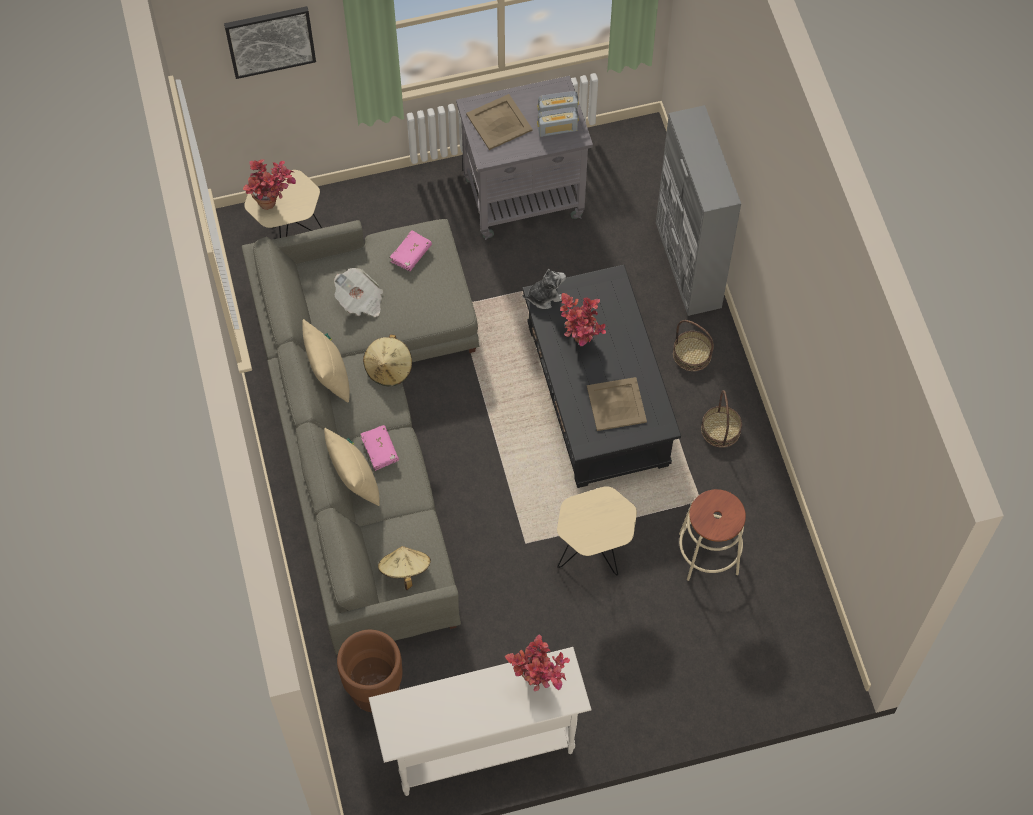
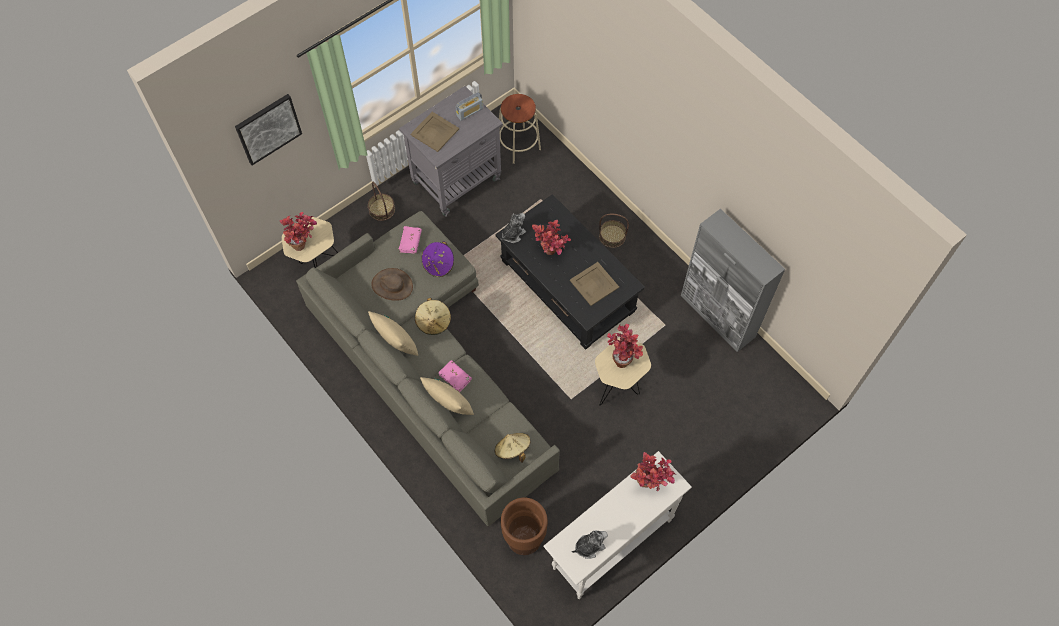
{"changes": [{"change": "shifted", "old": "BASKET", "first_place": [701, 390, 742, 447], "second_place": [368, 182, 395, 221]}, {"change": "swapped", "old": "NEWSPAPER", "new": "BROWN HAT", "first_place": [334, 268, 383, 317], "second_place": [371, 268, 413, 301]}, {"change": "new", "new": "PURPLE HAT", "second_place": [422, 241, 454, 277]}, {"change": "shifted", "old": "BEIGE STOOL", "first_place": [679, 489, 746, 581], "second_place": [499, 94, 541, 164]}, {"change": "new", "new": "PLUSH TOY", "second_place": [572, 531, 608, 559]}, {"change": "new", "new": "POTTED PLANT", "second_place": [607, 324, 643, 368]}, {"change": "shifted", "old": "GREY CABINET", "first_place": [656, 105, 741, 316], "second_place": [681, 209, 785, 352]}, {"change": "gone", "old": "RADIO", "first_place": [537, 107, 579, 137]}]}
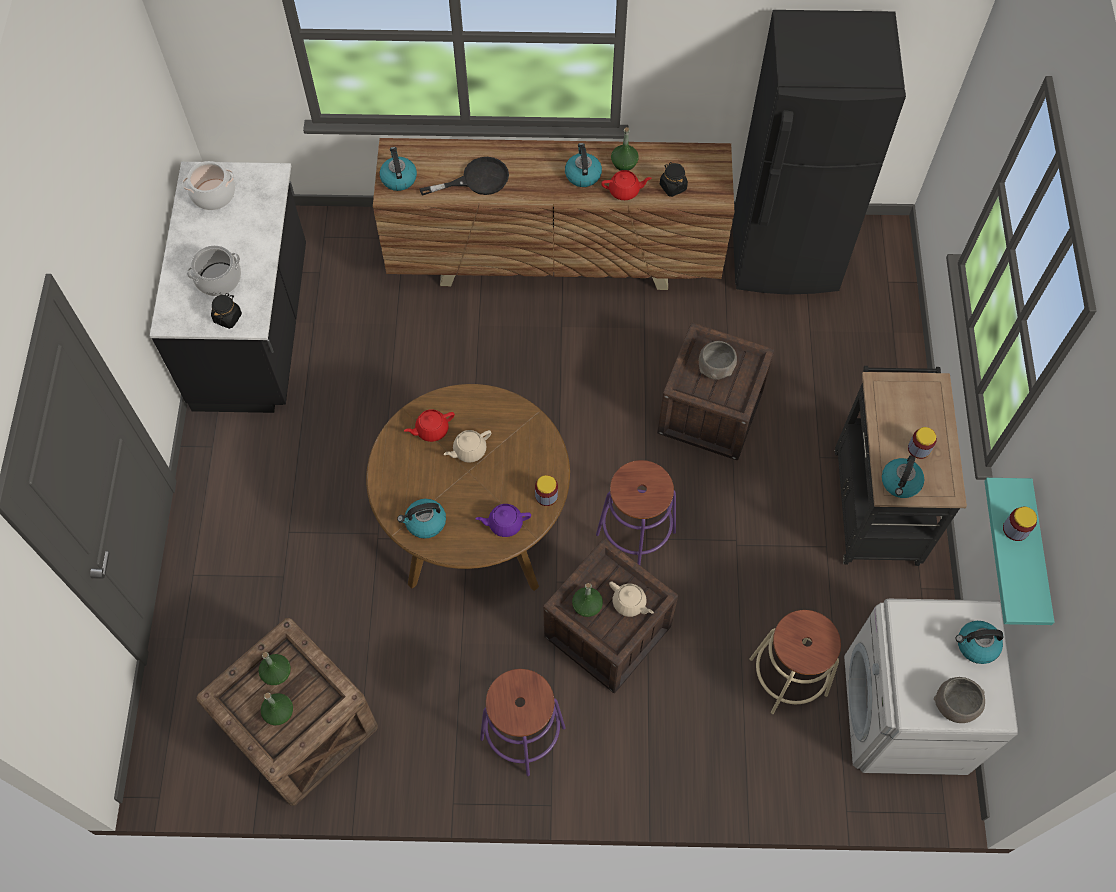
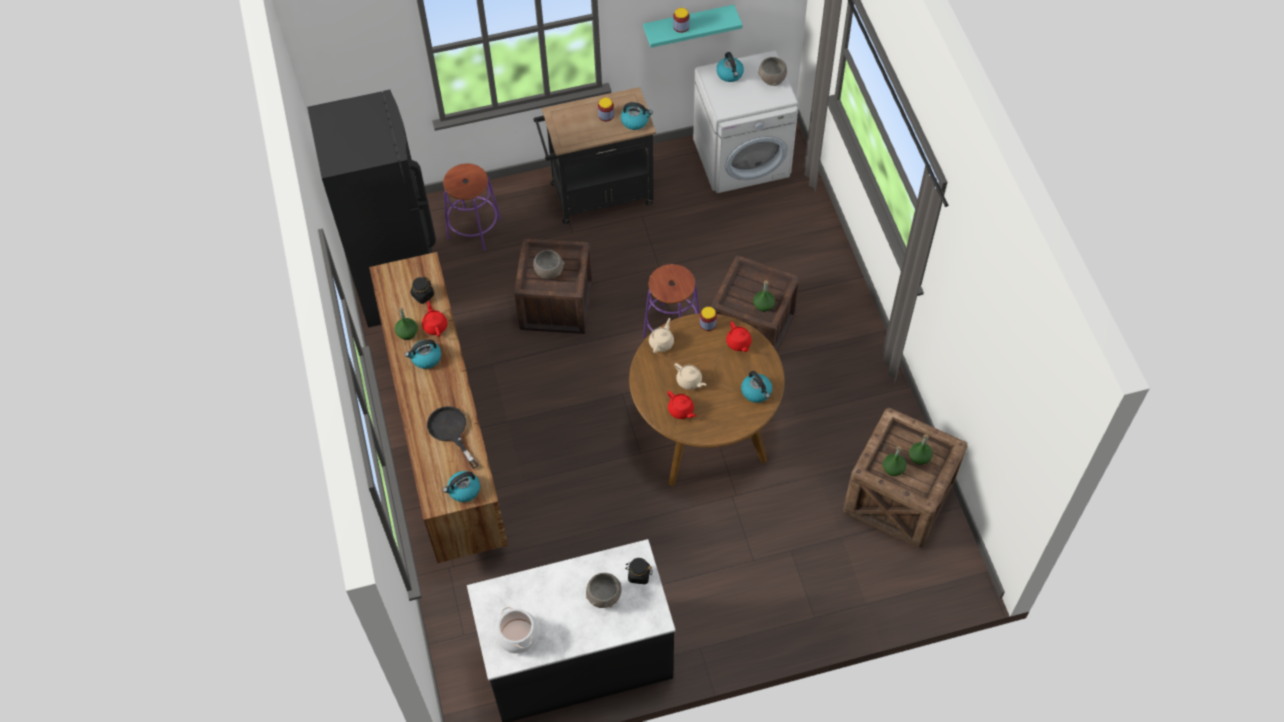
{"changes": [{"change": "shifted", "old": "PURPLE STOOL", "first_place": [480, 669, 566, 776], "second_place": [443, 163, 501, 251]}, {"change": "swapped", "old": "COOKING POT", "new": "GREY BOWL", "first_place": [187, 245, 241, 296], "second_place": [586, 573, 621, 608]}, {"change": "shifted", "old": "BEIGE TEAPOT", "first_place": [609, 581, 654, 617], "second_place": [649, 318, 674, 353]}, {"change": "repainted", "old": "PURPLE TEAPOT", "new": "RED TEAPOT", "first_place": [475, 504, 531, 537], "second_place": [726, 321, 752, 352]}, {"change": "gone", "old": "BEIGE STOOL", "first_place": [749, 610, 841, 714]}]}
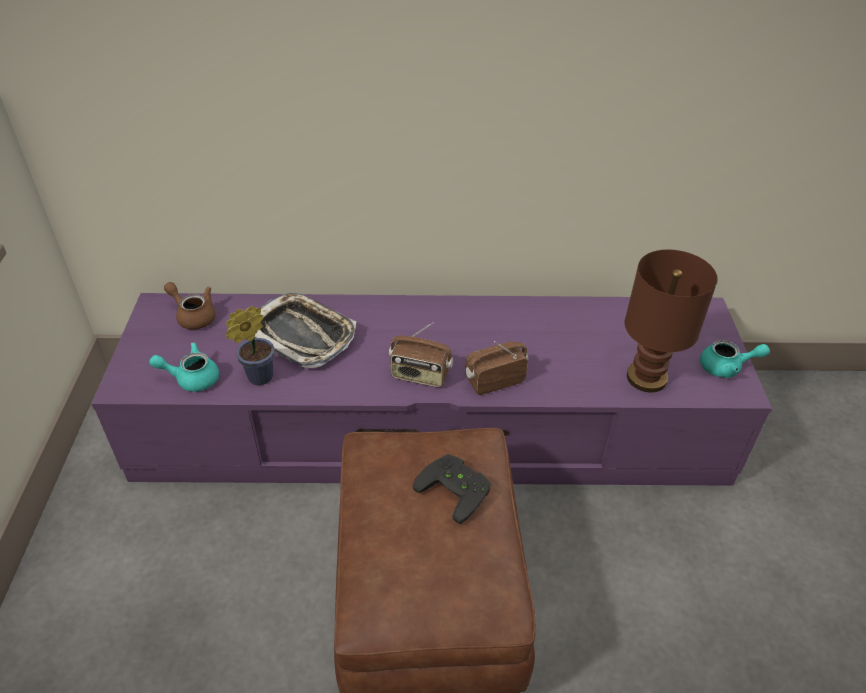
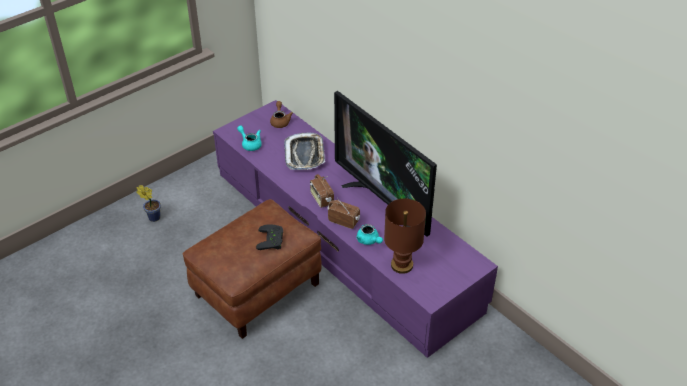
{"changes": [{"change": "shifted", "old": "POTTED PLANT", "first_place": [226, 306, 275, 385], "second_place": [136, 185, 161, 222]}, {"change": "new", "new": "TELEVISION", "second_place": [334, 91, 437, 237]}, {"change": "shifted", "old": "TURQUOISE TEAPOT", "first_place": [700, 340, 770, 378], "second_place": [356, 224, 383, 245]}]}
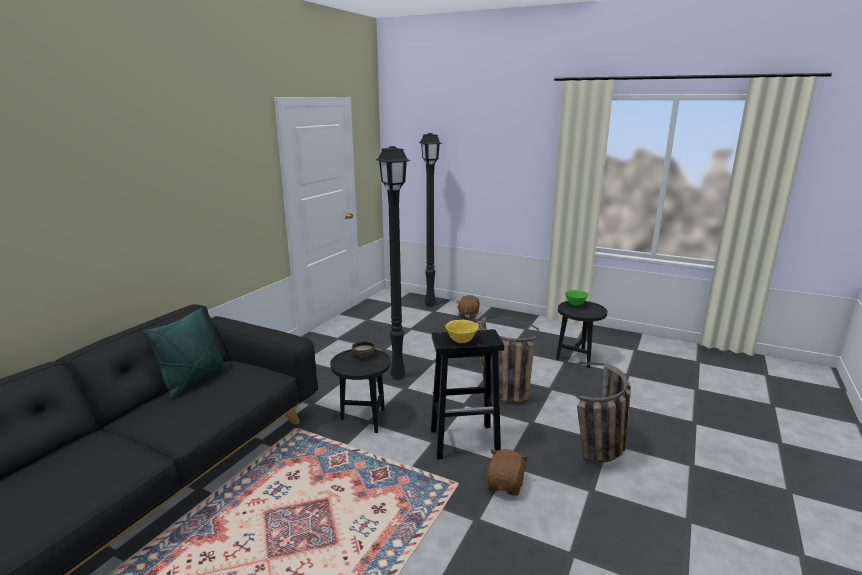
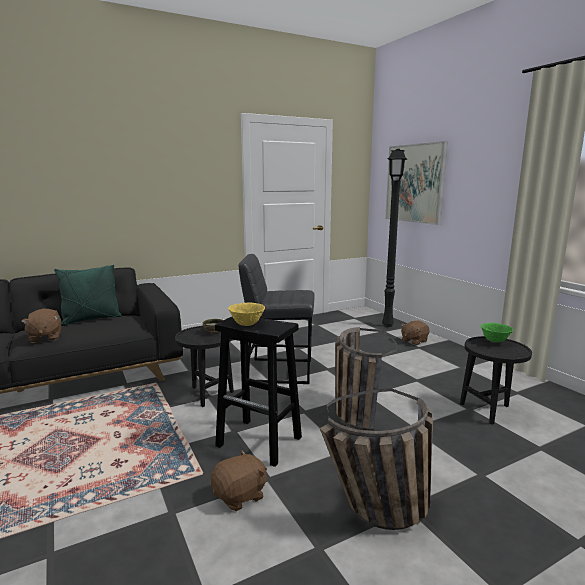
{"changes": [{"change": "new", "new": "BROWN PLUSH TOY", "second_place": [21, 309, 61, 343]}, {"change": "swapped", "old": "BLACK FLOOR LAMP", "new": "GREY STOOL", "first_place": [376, 146, 410, 380], "second_place": [239, 254, 315, 384]}, {"change": "new", "new": "PICTURE", "second_place": [385, 141, 448, 225]}]}
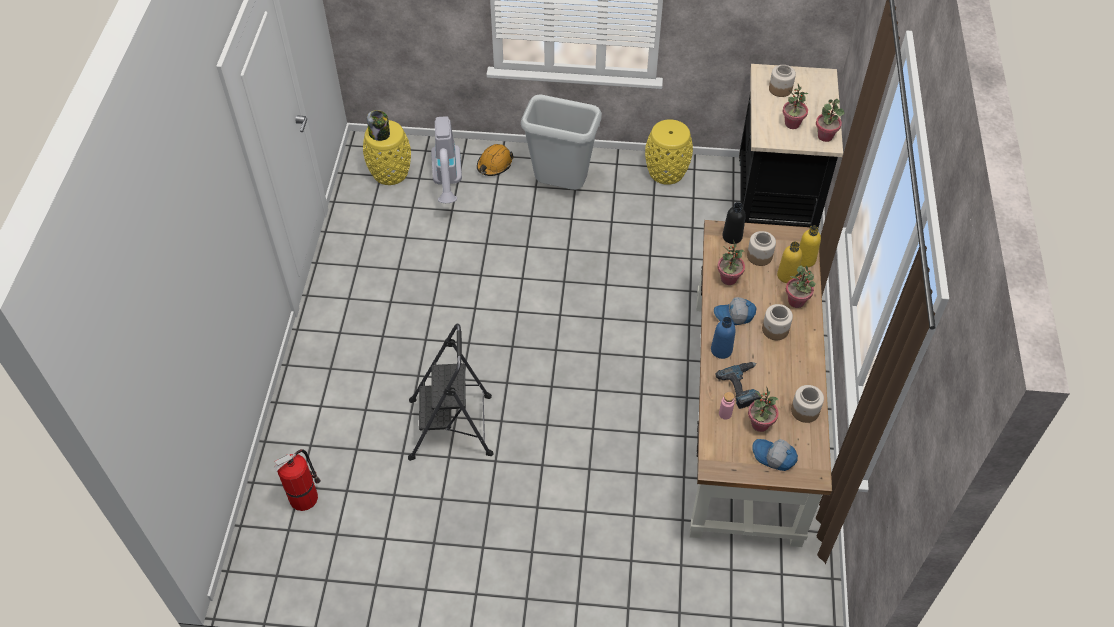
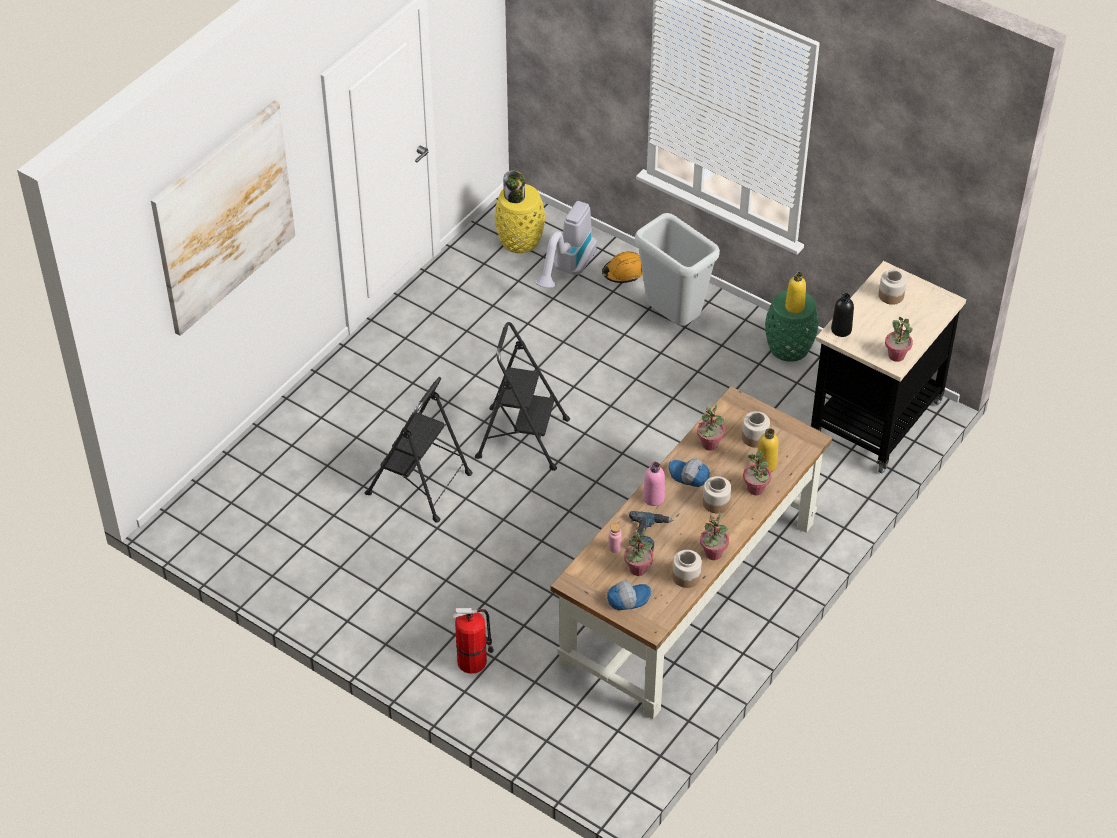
{"changes": [{"change": "new", "new": "PICTURE", "second_place": [151, 101, 295, 336]}, {"change": "shifted", "old": "FIRE EXTINGUISHER", "first_place": [274, 449, 321, 511], "second_place": [453, 608, 494, 674]}, {"change": "new", "new": "BLACK STEP LADDER", "second_place": [475, 322, 570, 471]}, {"change": "rotated", "old": "CAP", "first_place": [752, 439, 798, 471], "second_place": [607, 580, 651, 610], "degrees": 105}, {"change": "repainted", "old": "BLUE BOTTLE", "new": "PINK BOTTLE", "first_place": [711, 317, 736, 359], "second_place": [643, 462, 665, 506]}, {"change": "shifted", "old": "POTTED PLANT", "first_place": [783, 84, 808, 129], "second_place": [700, 512, 729, 560]}, {"change": "repainted", "old": "YELLOW STOOL", "new": "GREEN STOOL", "first_place": [645, 119, 693, 185], "second_place": [765, 290, 819, 362]}, {"change": "shifted", "old": "YELLOW BOTTLE", "first_place": [799, 225, 821, 267], "second_place": [785, 272, 806, 313]}, {"change": "shifted", "old": "BLACK BOTTLE", "first_place": [722, 202, 746, 244], "second_place": [831, 293, 854, 337]}]}
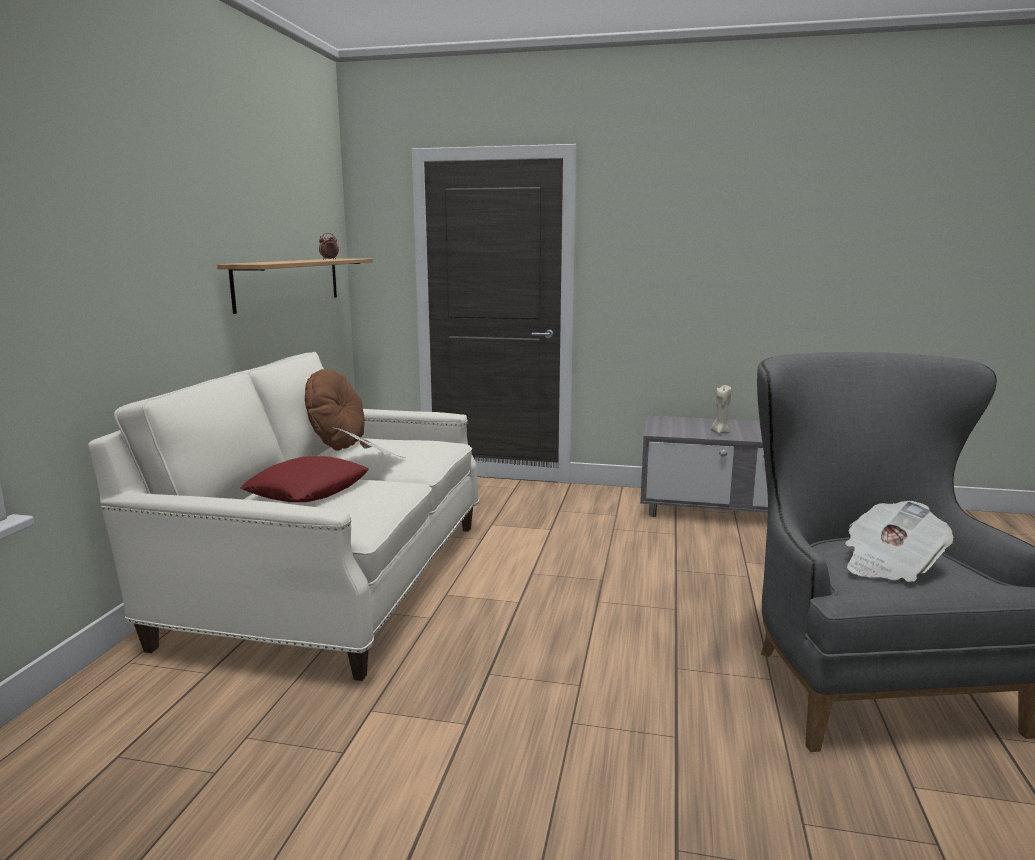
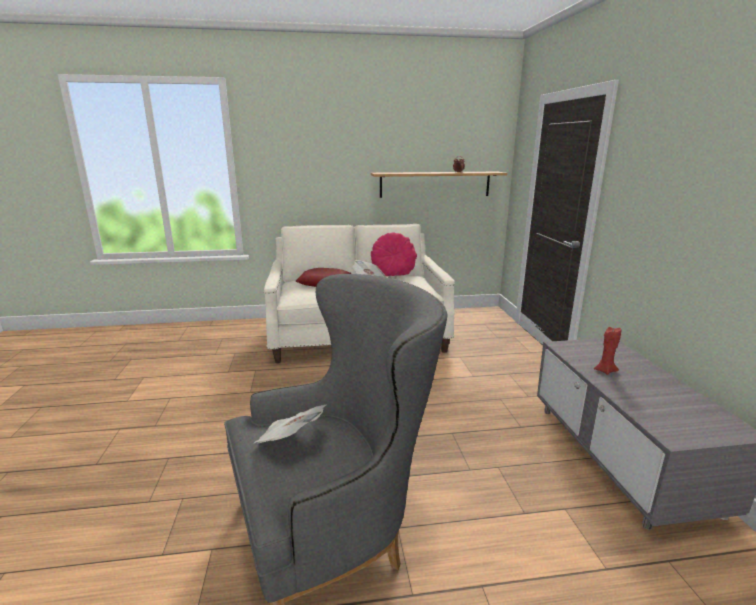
{"changes": [{"change": "repainted", "old": "BROWN PILLOW", "new": "PINK PILLOW", "first_place": [305, 369, 365, 451], "second_place": [371, 232, 417, 276]}, {"change": "repainted", "old": "BEIGE CANDLE", "new": "RED CANDLE", "first_place": [711, 385, 731, 434], "second_place": [594, 327, 621, 375]}]}
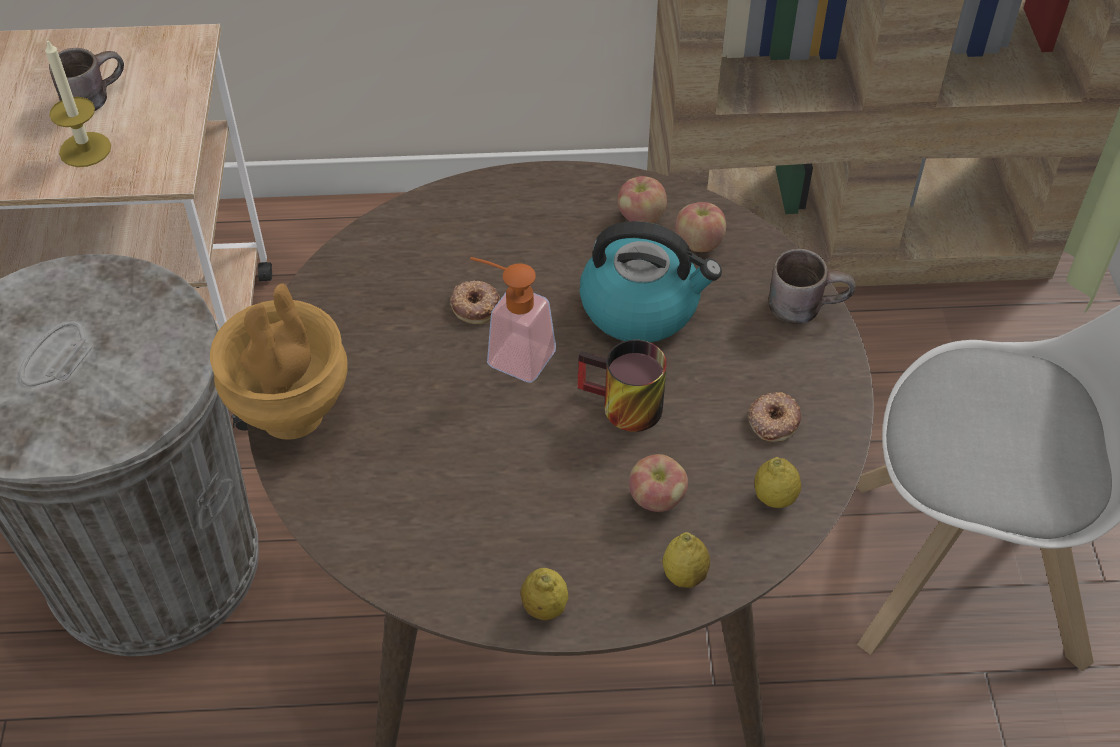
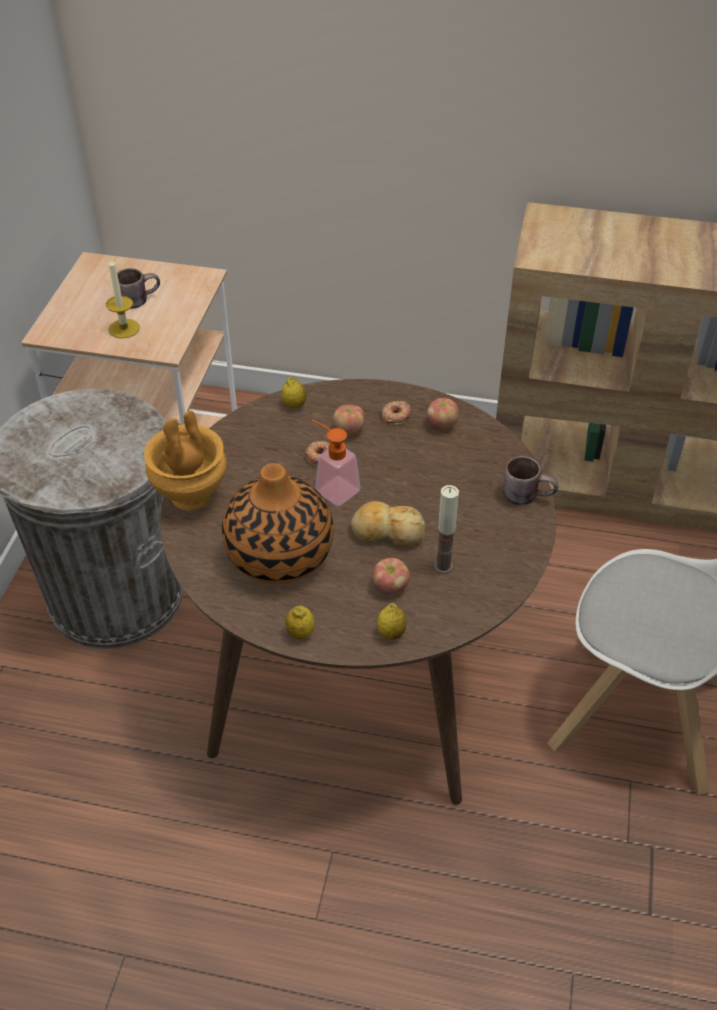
{"changes": [{"change": "new", "new": "VASE", "second_place": [222, 463, 333, 584]}, {"change": "shifted", "old": "LEMON", "first_place": [754, 457, 801, 508], "second_place": [282, 377, 306, 408]}, {"change": "shifted", "old": "APPLE", "first_place": [675, 202, 726, 252], "second_place": [333, 405, 365, 436]}, {"change": "swapped", "old": "MUG", "new": "BREAD", "first_place": [578, 340, 667, 432], "second_place": [351, 501, 425, 547]}, {"change": "shifted", "old": "DONUT", "first_place": [748, 392, 801, 442], "second_place": [382, 401, 412, 426]}, {"change": "new", "new": "CANDLE", "second_place": [434, 485, 459, 574]}, {"change": "gone", "old": "KETTLE", "first_place": [580, 221, 722, 342]}]}
